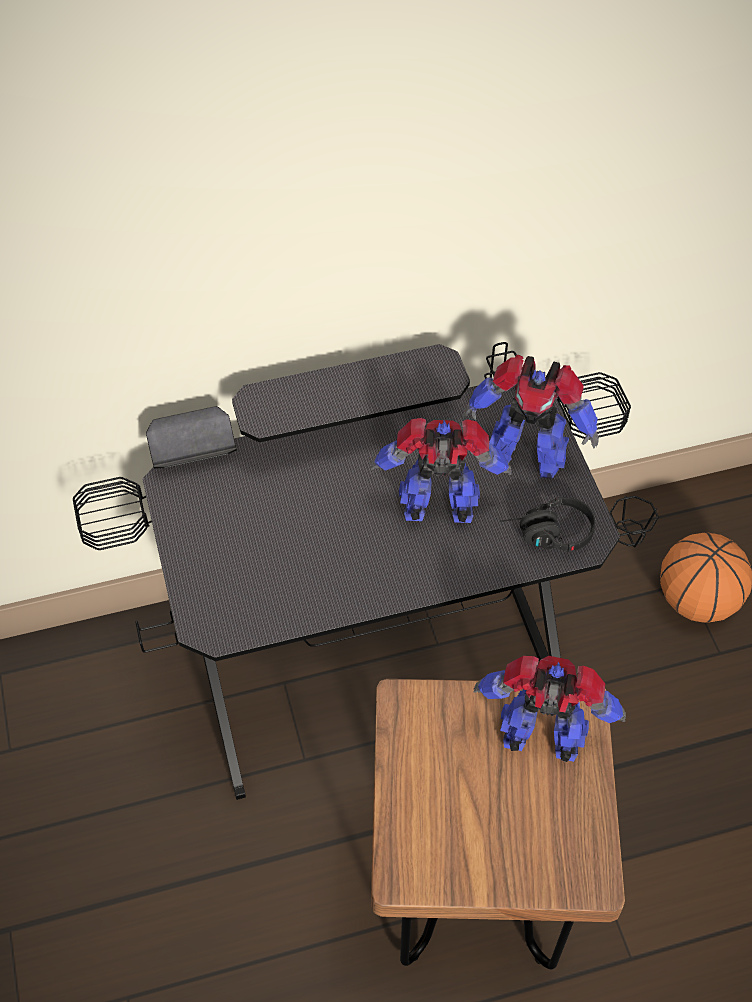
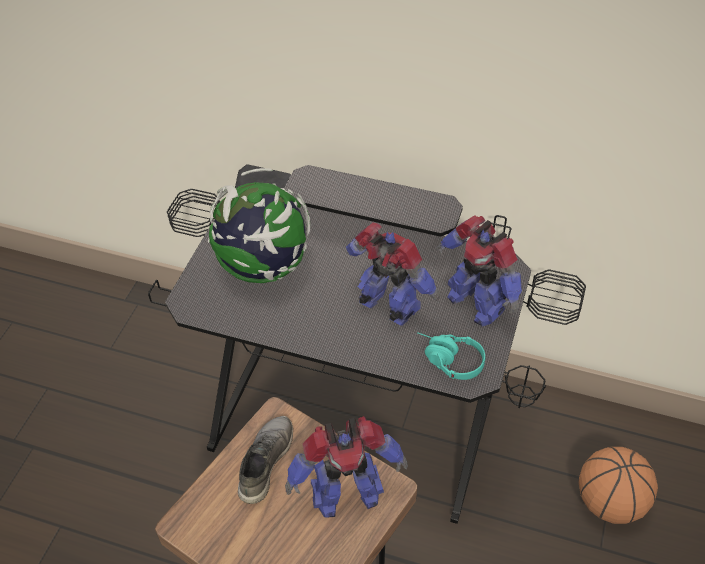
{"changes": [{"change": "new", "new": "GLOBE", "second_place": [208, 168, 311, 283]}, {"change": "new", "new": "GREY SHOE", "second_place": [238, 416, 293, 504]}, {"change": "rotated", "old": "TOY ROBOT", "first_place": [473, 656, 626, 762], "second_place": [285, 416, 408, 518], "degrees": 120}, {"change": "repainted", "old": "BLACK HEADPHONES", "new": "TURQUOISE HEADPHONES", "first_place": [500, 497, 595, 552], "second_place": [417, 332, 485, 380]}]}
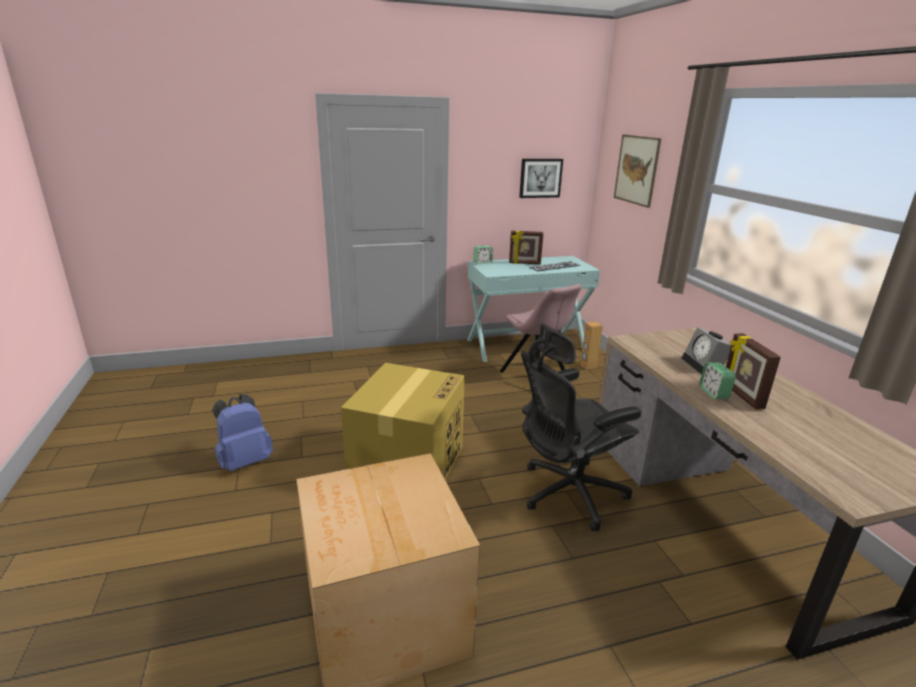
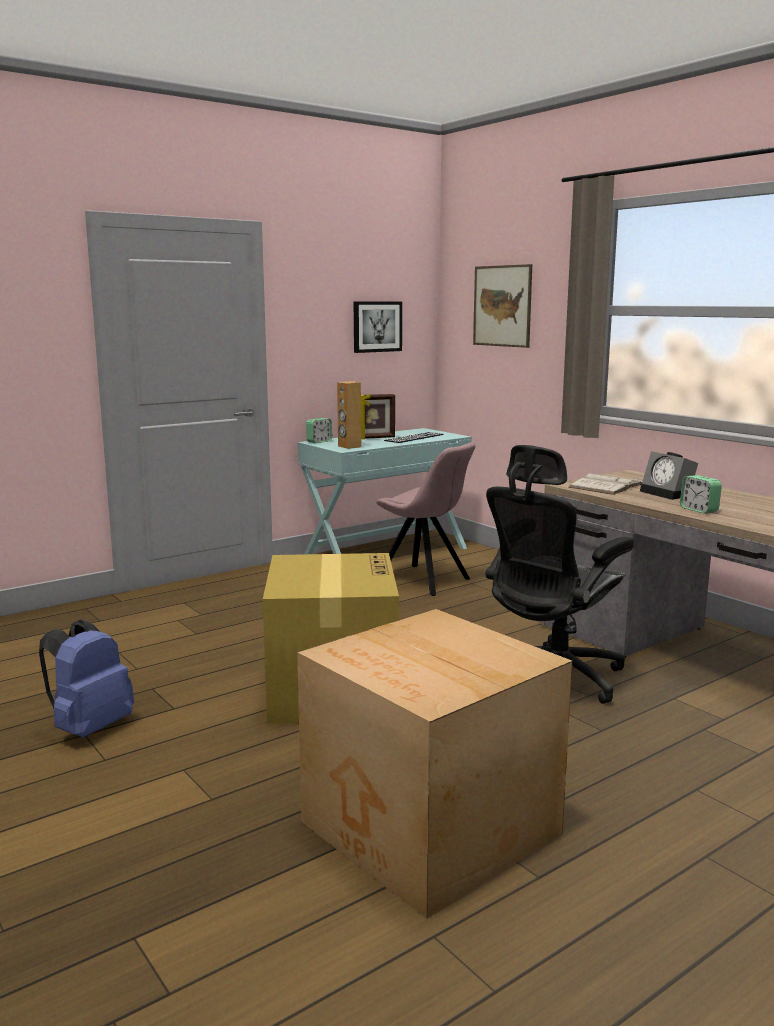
{"changes": [{"change": "shifted", "old": "BROWN SPEAKER", "first_place": [580, 321, 603, 370], "second_place": [337, 381, 362, 449]}, {"change": "new", "new": "WHITE BOOK", "second_place": [568, 474, 643, 495]}, {"change": "gone", "old": "PICTURE FRAME", "first_place": [726, 333, 781, 410]}]}
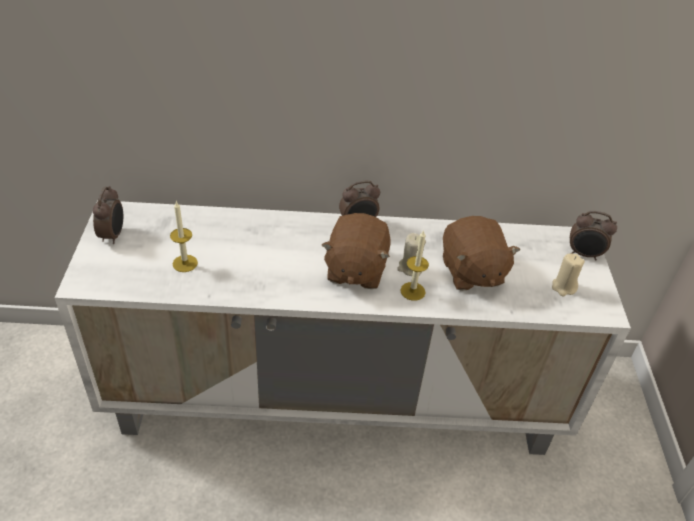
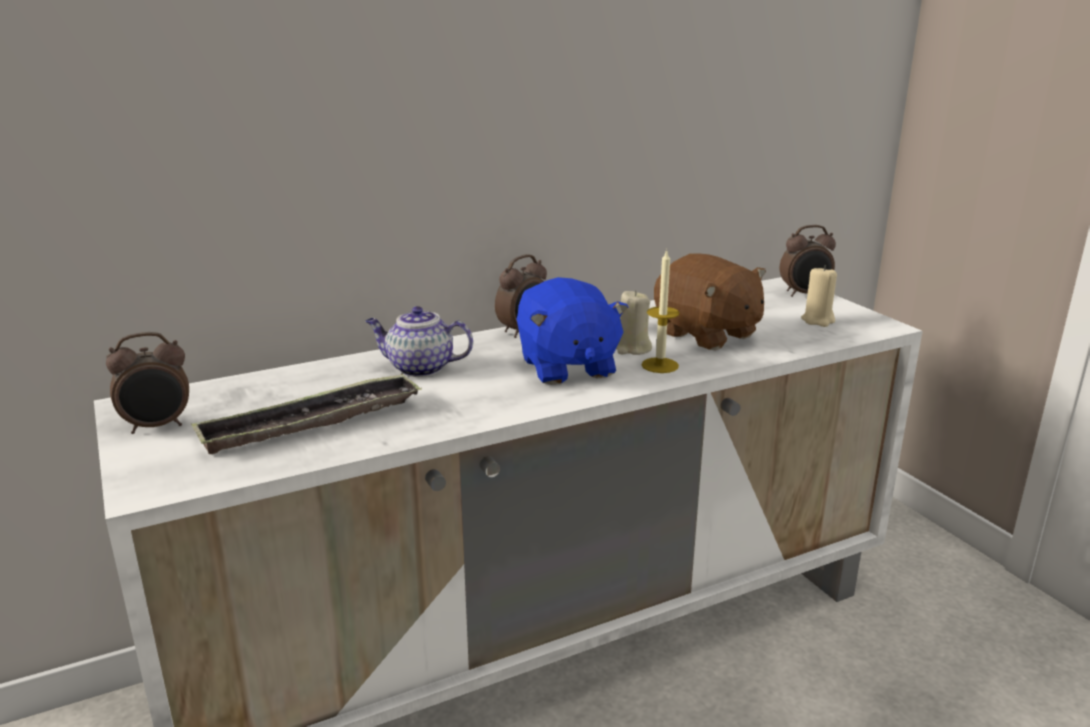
{"changes": [{"change": "rotated", "old": "ALARM CLOCK", "first_place": [93, 186, 123, 244], "second_place": [106, 332, 189, 434], "degrees": 90}, {"change": "swapped", "old": "CANDLE", "new": "TRAY", "first_place": [170, 201, 198, 272], "second_place": [191, 373, 422, 454]}, {"change": "new", "new": "TEAPOT", "second_place": [366, 306, 473, 377]}, {"change": "repainted", "old": "BROWN PLUSH TOY", "new": "BLUE PLUSH TOY", "first_place": [322, 213, 391, 289], "second_place": [516, 277, 629, 385]}]}
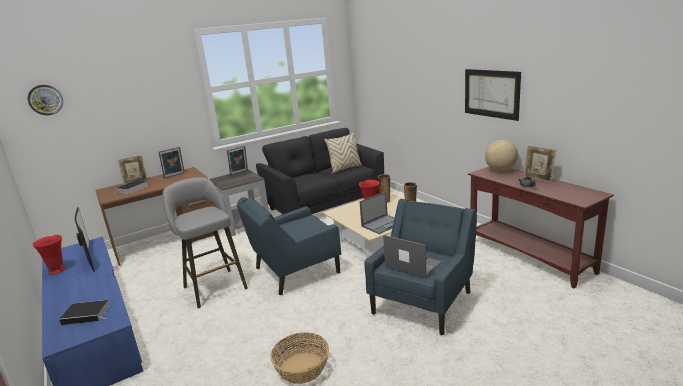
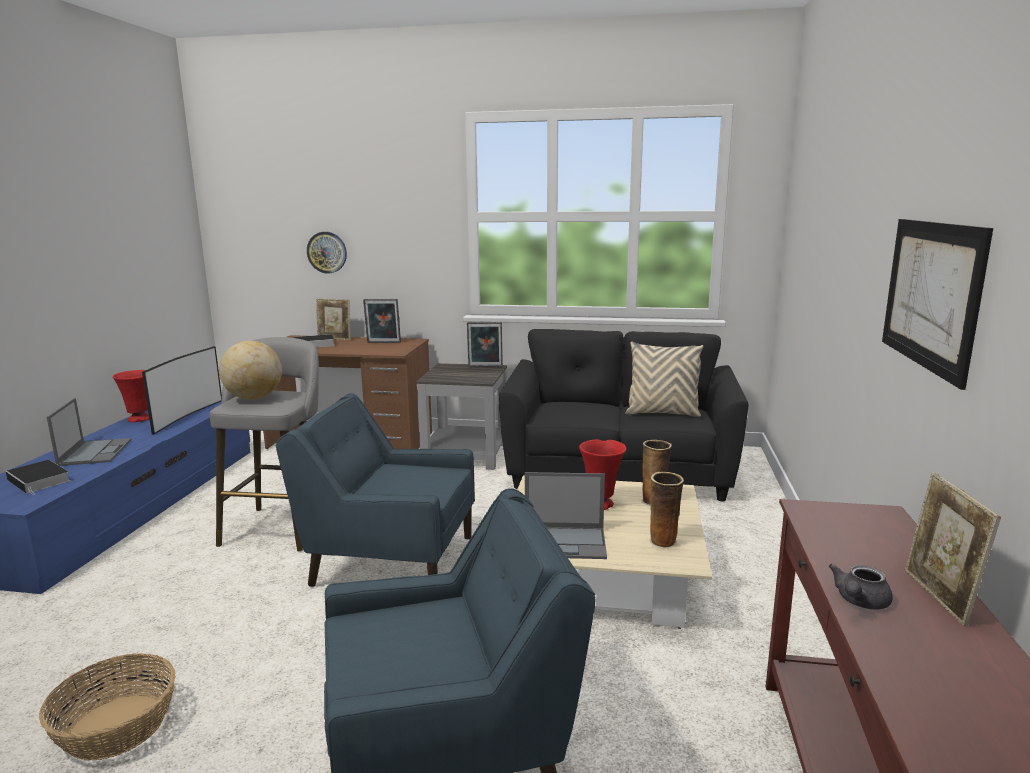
{"changes": [{"change": "shifted", "old": "LAPTOP", "first_place": [383, 235, 441, 278], "second_place": [47, 398, 132, 466]}, {"change": "shifted", "old": "GLOBE", "first_place": [485, 140, 518, 171], "second_place": [219, 341, 282, 400]}, {"change": "shifted", "old": "WALL CLOCK", "first_place": [28, 85, 63, 115], "second_place": [307, 232, 347, 274]}]}
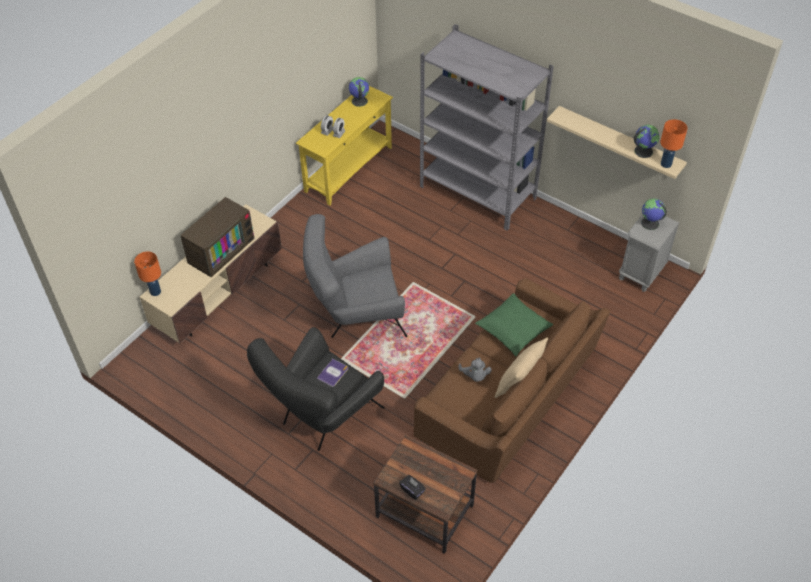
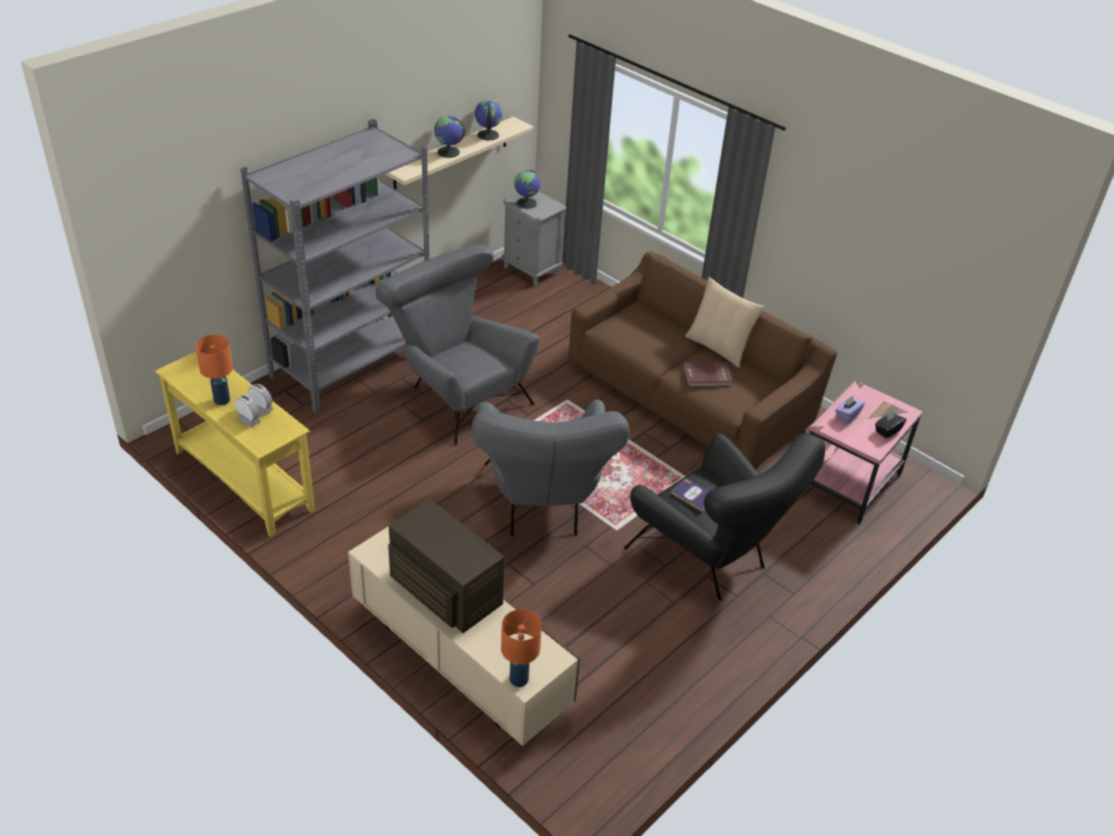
{"changes": [{"change": "shifted", "old": "ORANGE TABLE LAMP", "first_place": [660, 119, 688, 168], "second_place": [195, 335, 233, 405]}, {"change": "new", "new": "GREY ARMCHAIR", "second_place": [376, 244, 539, 445]}, {"change": "shifted", "old": "GLOBE", "first_place": [349, 77, 369, 107], "second_place": [434, 116, 465, 158]}, {"change": "swapped", "old": "GREY PLUSH TOY", "new": "RED BOOK", "first_place": [458, 357, 492, 382], "second_place": [683, 362, 733, 387]}, {"change": "repainted", "old": "BROWN SIDE TABLE", "new": "PINK SIDE TABLE", "first_place": [373, 435, 477, 554], "second_place": [809, 380, 923, 524]}, {"change": "new", "new": "PURPLE TISSUE BOX", "second_place": [835, 396, 865, 423]}, {"change": "gone", "old": "GREEN PILLOW", "first_place": [475, 293, 553, 356]}]}
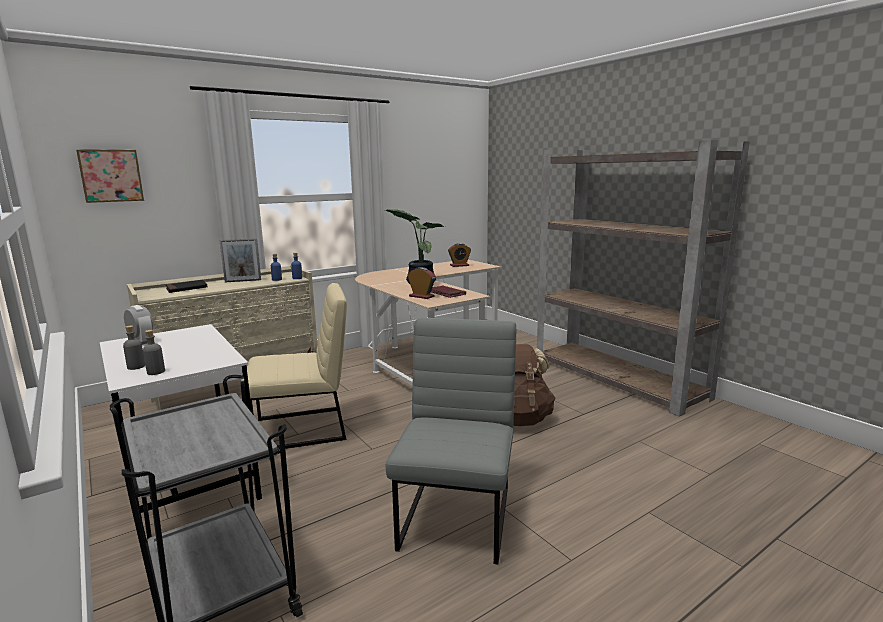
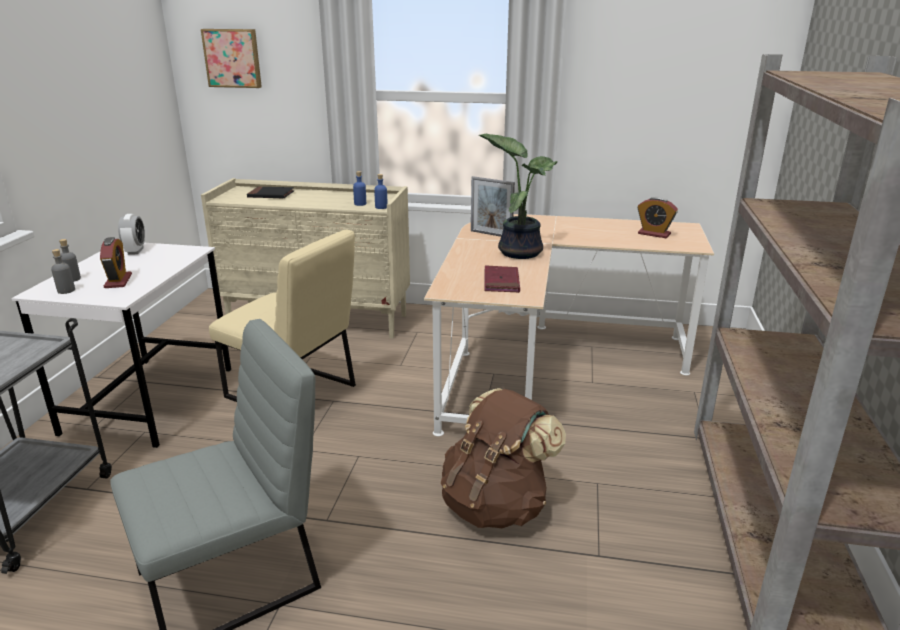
{"changes": [{"change": "shifted", "old": "ALARM CLOCK", "first_place": [407, 267, 436, 299], "second_place": [100, 237, 132, 288]}, {"change": "shifted", "old": "PICTURE FRAME", "first_place": [220, 238, 261, 282], "second_place": [471, 176, 515, 237]}]}
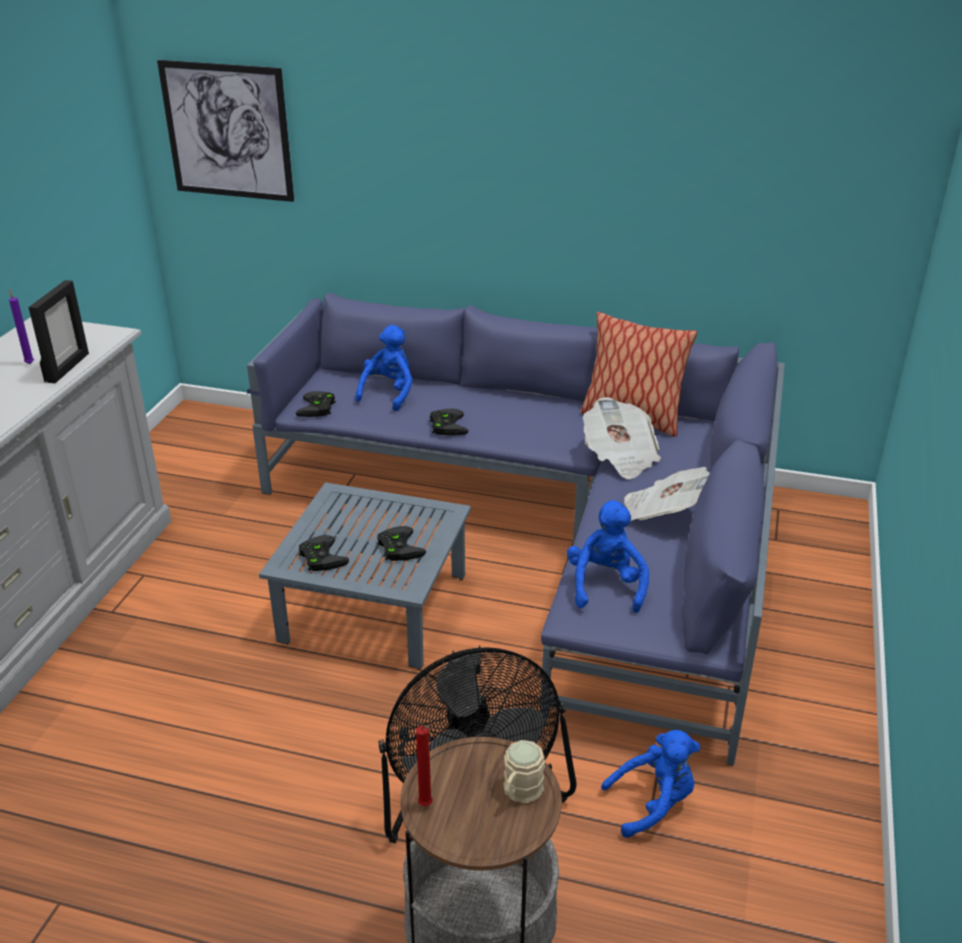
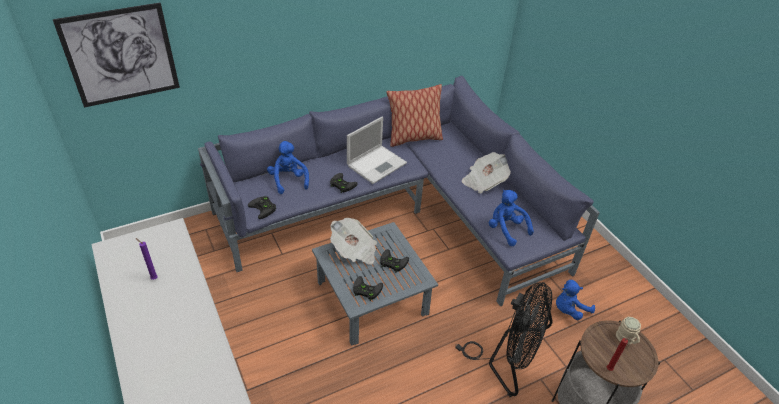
{"changes": [{"change": "shifted", "old": "NEWSPAPER", "first_place": [583, 397, 661, 479], "second_place": [330, 218, 377, 265]}, {"change": "new", "new": "LAPTOP", "second_place": [347, 117, 407, 184]}, {"change": "rotated", "old": "BLUE PLUSH TOY", "first_place": [601, 730, 700, 838], "second_place": [556, 280, 595, 320], "degrees": -150}, {"change": "gone", "old": "PICTURE FRAME", "first_place": [29, 280, 89, 383]}]}
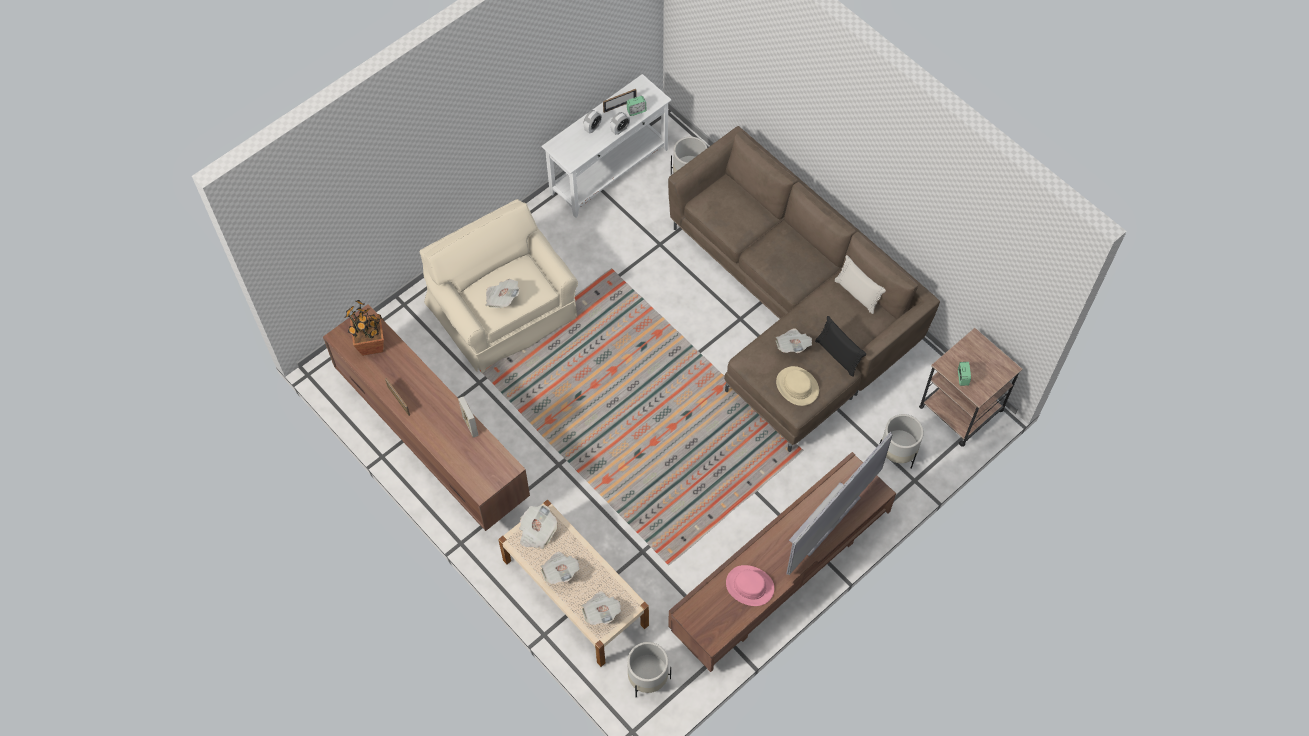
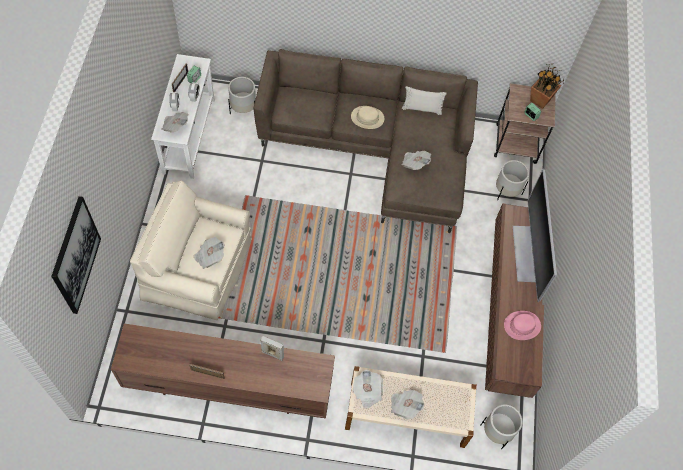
{"changes": [{"change": "new", "new": "PICTURE", "second_place": [51, 196, 101, 314]}, {"change": "shifted", "old": "NEWSPAPER", "first_place": [582, 591, 621, 625], "second_place": [161, 112, 189, 132]}, {"change": "shifted", "old": "BEIGE HAT", "first_place": [776, 366, 819, 406], "second_place": [351, 106, 384, 129]}, {"change": "shifted", "old": "POTTED PLANT", "first_place": [345, 300, 384, 356], "second_place": [530, 64, 564, 109]}, {"change": "gone", "old": "BLACK PILLOW", "first_place": [815, 316, 866, 377]}]}
